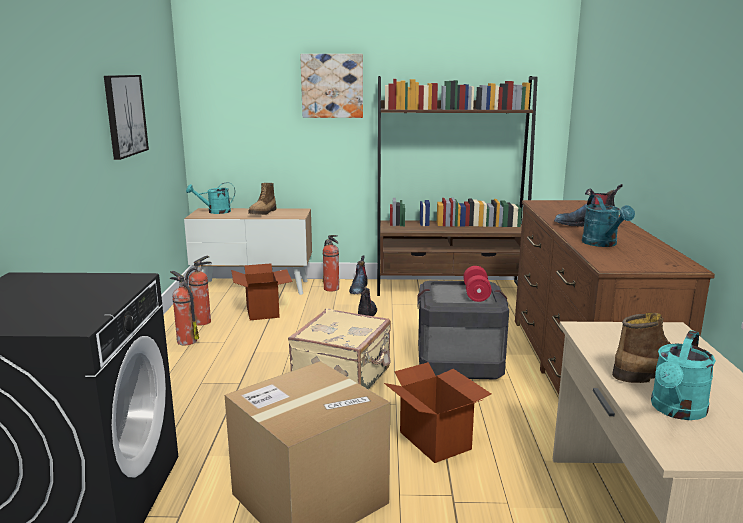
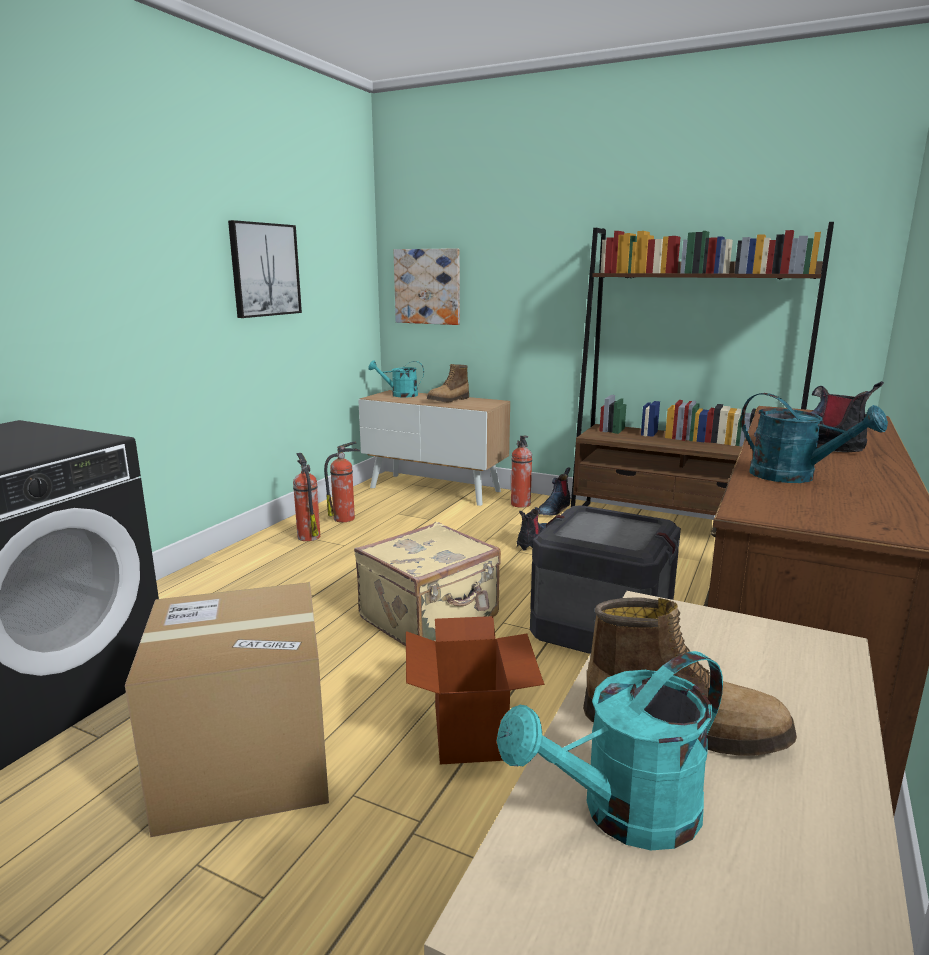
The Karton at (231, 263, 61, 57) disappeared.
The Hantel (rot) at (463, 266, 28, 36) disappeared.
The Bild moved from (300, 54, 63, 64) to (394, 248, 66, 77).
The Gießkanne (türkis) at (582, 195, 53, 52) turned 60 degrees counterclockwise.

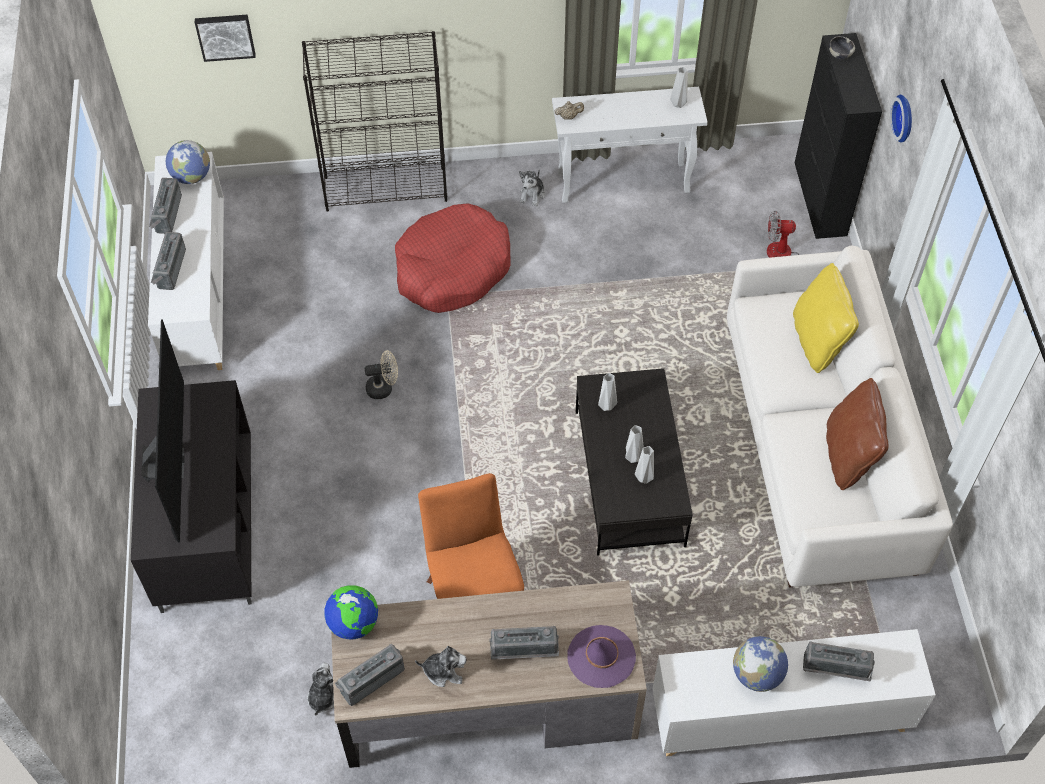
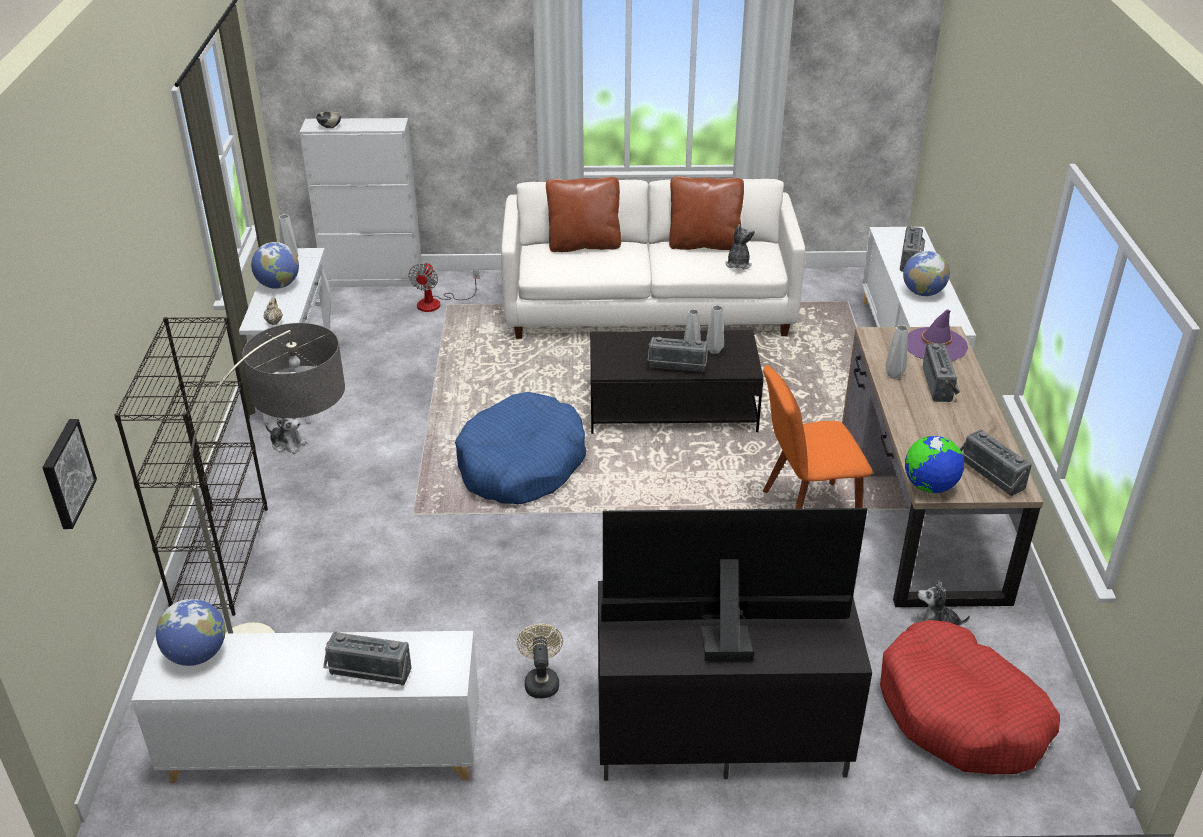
The Wanduhr at (890, 95, 22, 48) disappeared.
The Stehlampe at (190, 323, 155, 311) appeared.
The Globus at (251, 242, 48, 47) appeared.
The Hundebett (blau) at (455, 392, 131, 112) appeared.
The Radio moved from (149, 178, 33, 56) to (648, 337, 60, 35).
The Ventilator (beige) moved from (364, 350, 34, 49) to (517, 624, 46, 74).
The Hundebett (rot) moved from (395, 203, 115, 110) to (880, 620, 180, 154).
The Plüschtier moved from (415, 646, 51, 41) to (725, 224, 30, 46).
The Vase (grau) moved from (598, 373, 19, 38) to (885, 325, 23, 54).
The Kissen (gelb) at (793, 263, 66, 110) became the Kissen (braun) at (546, 177, 75, 75).
The Schrank (schwarz) at (795, 33, 87, 206) became the Schrank (weiß) at (300, 118, 122, 169).

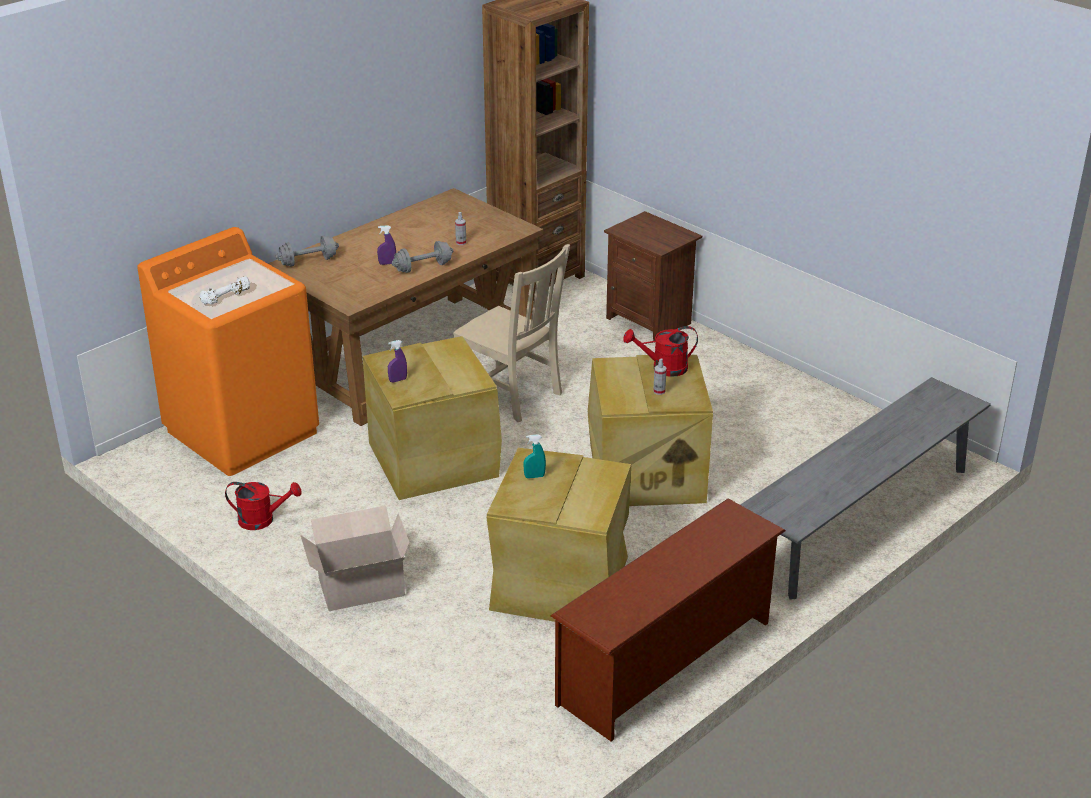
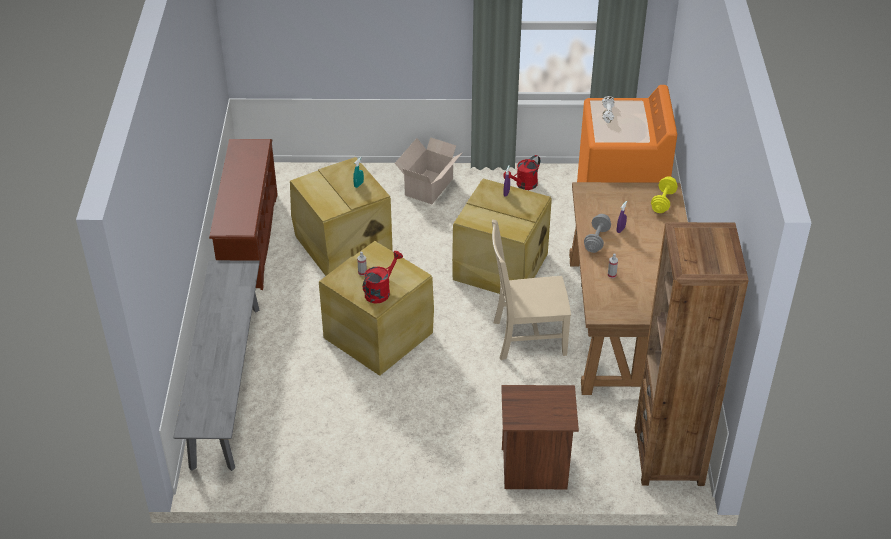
The Hantel (grau) at (275, 235, 64, 32) became the Hantel (gelb) at (651, 176, 27, 37).

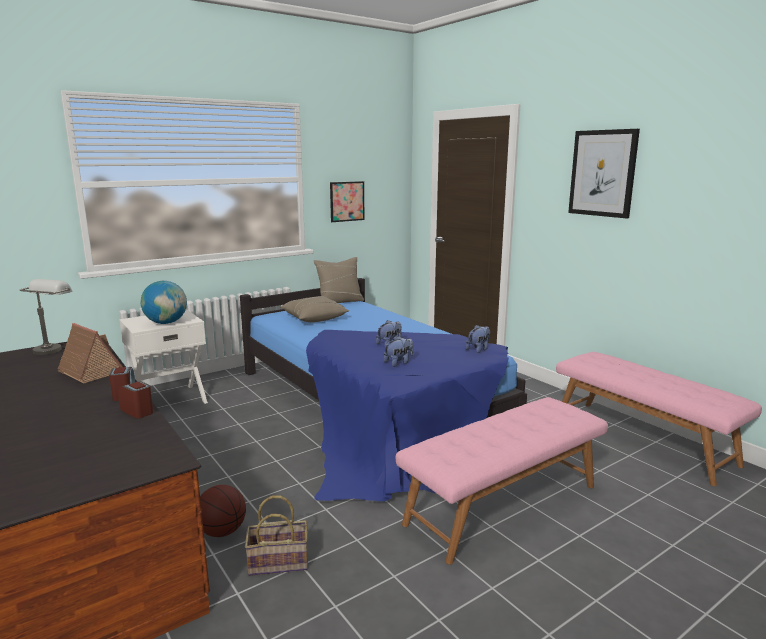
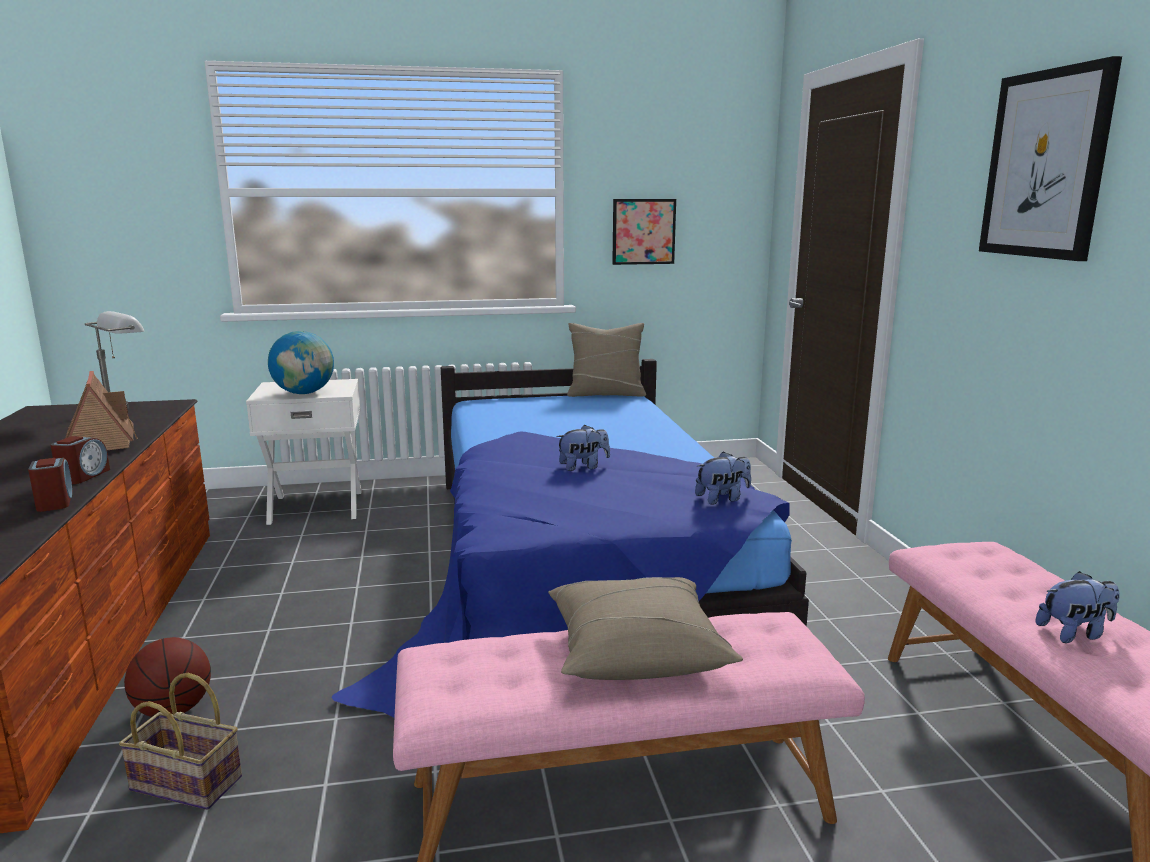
The Kissen (beige) moved from (281, 296, 69, 26) to (548, 577, 195, 103).
The Plüschtier moved from (383, 336, 31, 31) to (1036, 571, 84, 72).

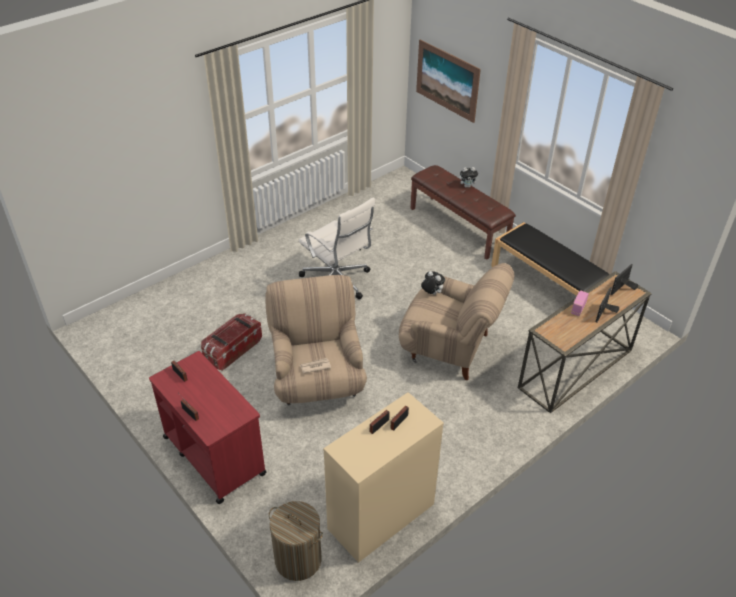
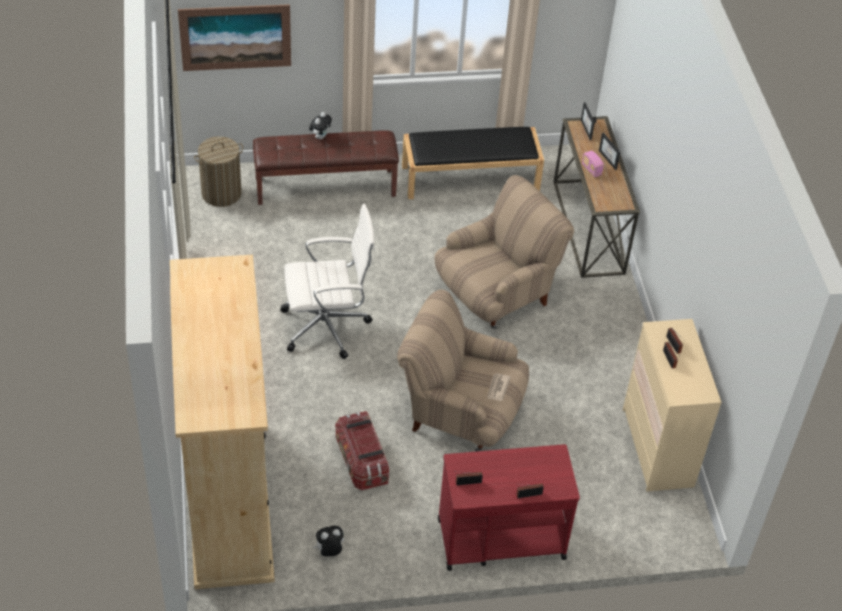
The Kleiderschrank (beige) at (170, 255, 105, 335) appeared.
The Wäschekorb moved from (269, 501, 54, 80) to (194, 136, 49, 71).
The Plüschtier moved from (421, 271, 24, 24) to (313, 526, 31, 31).

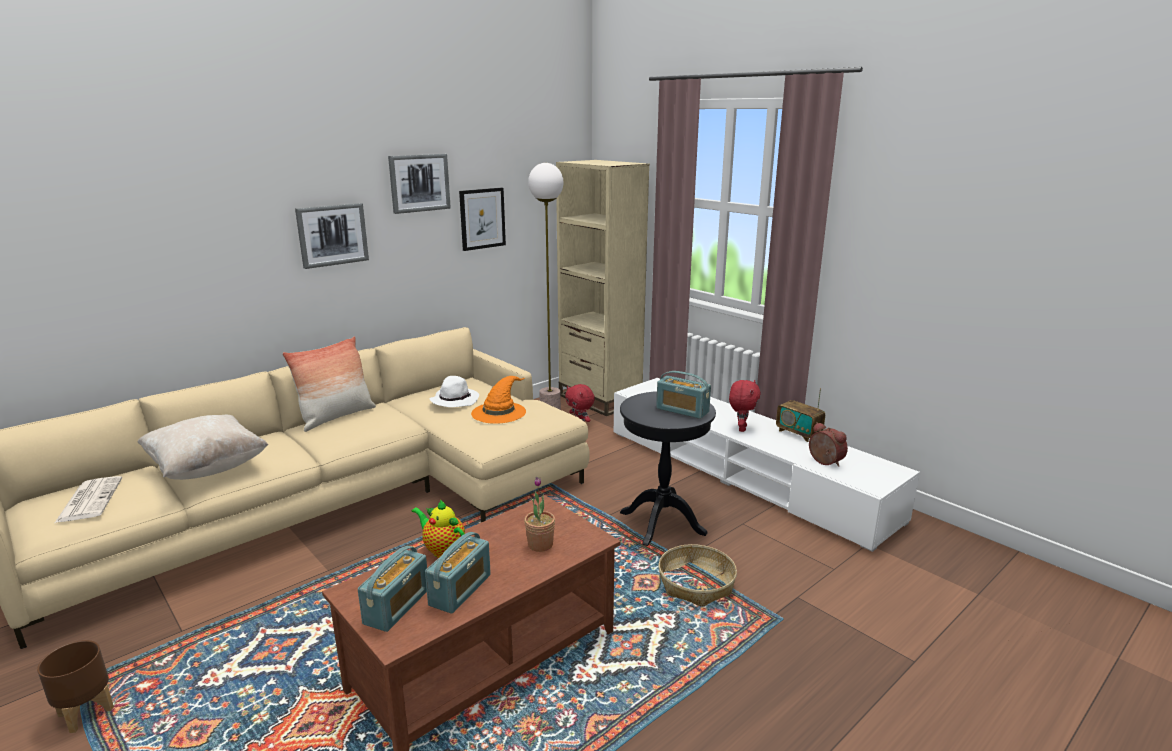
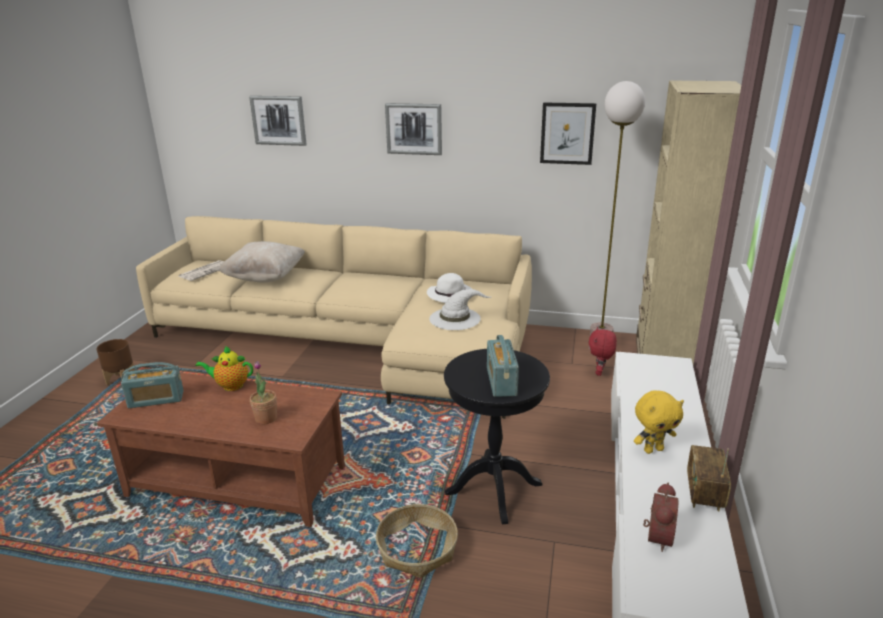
The Kissen at (282, 336, 94, 96) disappeared.
The Radio at (425, 532, 66, 82) disappeared.
The Bild moved from (388, 154, 63, 60) to (249, 96, 58, 50).
The Hut (orange) at (471, 376, 55, 48) became the Hut (weiß) at (429, 289, 62, 41).
The Plüschtier (rot) at (729, 380, 32, 52) became the Plüschtier (gelb) at (634, 391, 50, 63).
The Teekanne at (411, 499, 54, 59) turned 90 degrees counterclockwise.

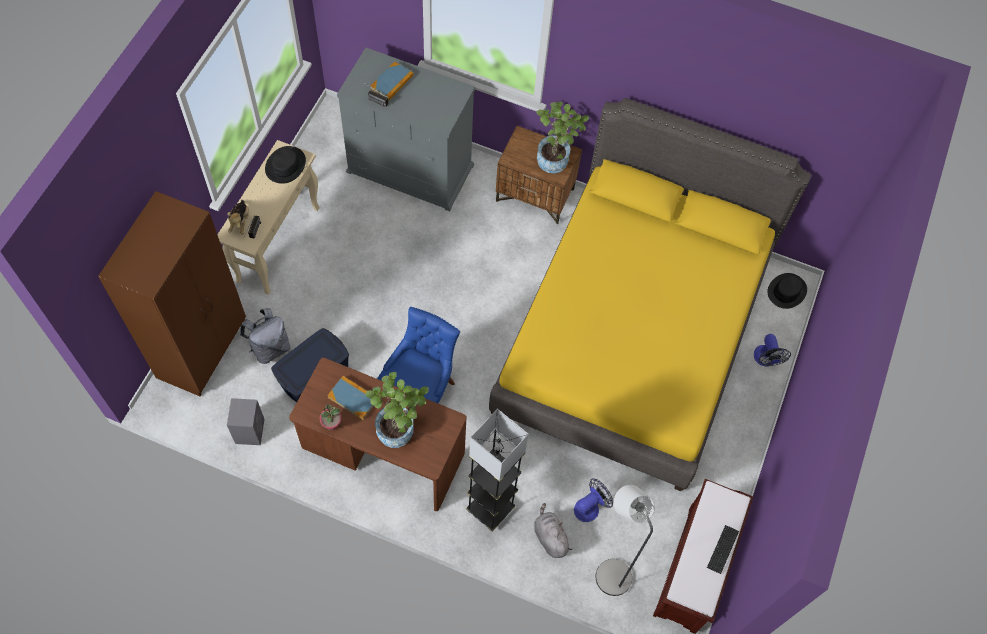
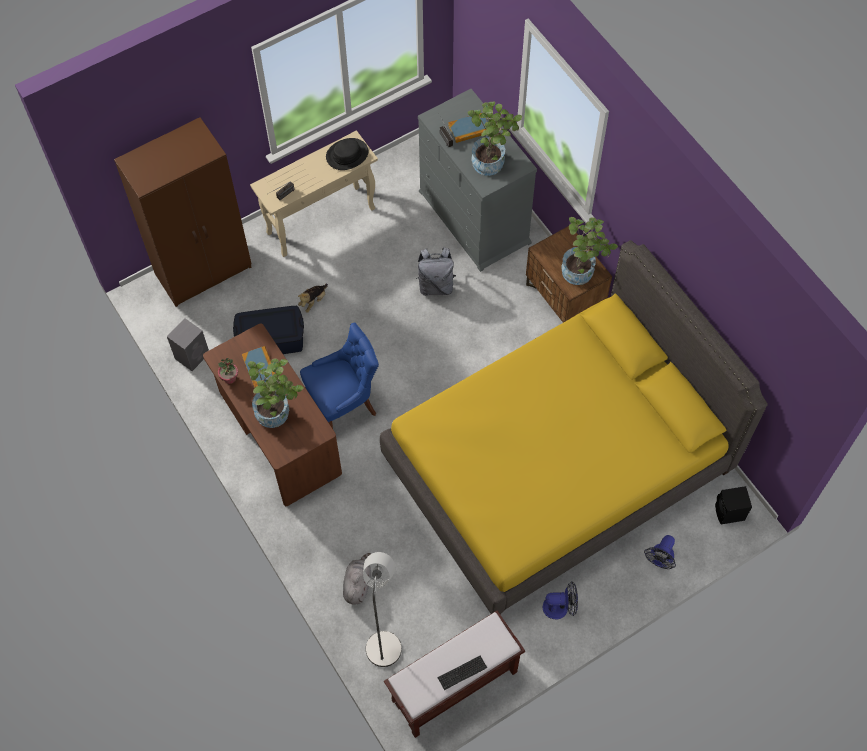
The Stehlampe (grau) at (466, 409, 63, 123) disappeared.
The Topfpflanze at (467, 102, 55, 74) appeared.
The Plüschtier moved from (227, 200, 22, 35) to (298, 284, 30, 29).
The Rucksack (grau) moved from (240, 308, 50, 56) to (416, 247, 40, 49).
The Ventilator moved from (574, 478, 39, 44) to (543, 581, 35, 39).
The Hut (schwarz) at (767, 273, 40, 36) was replaced by the Lautsprecher (schwarz) at (715, 486, 37, 38).

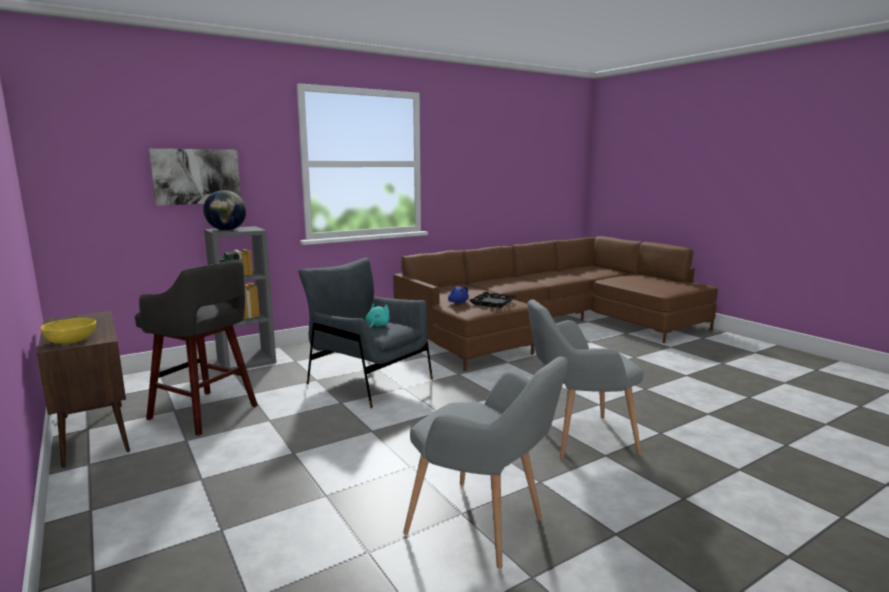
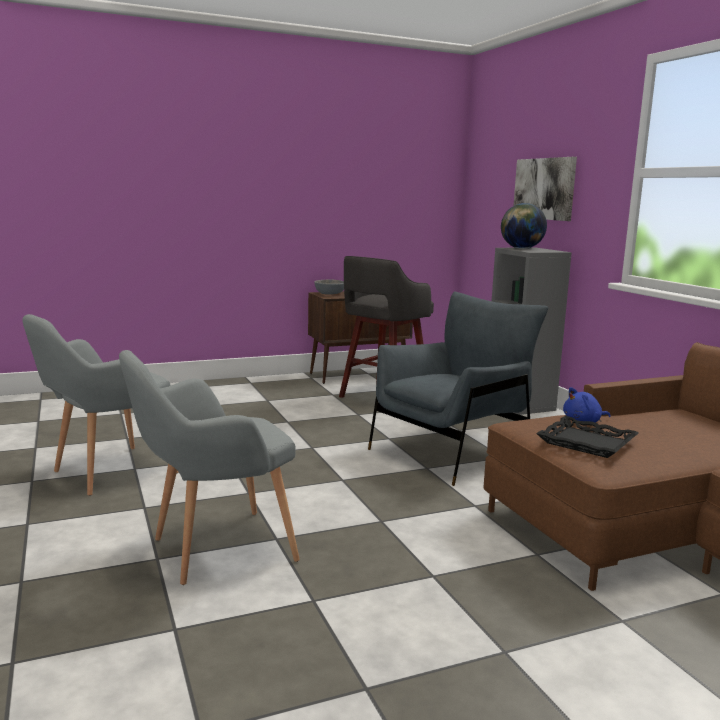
The Plüschtier (türkis) at (365, 304, 25, 25) disappeared.
The Schüssel (gelb) at (40, 318, 56, 26) became the Schüssel (grau) at (314, 279, 30, 16).
The Sessel (grau) at (527, 300, 116, 159) turned 120 degrees counterclockwise.

